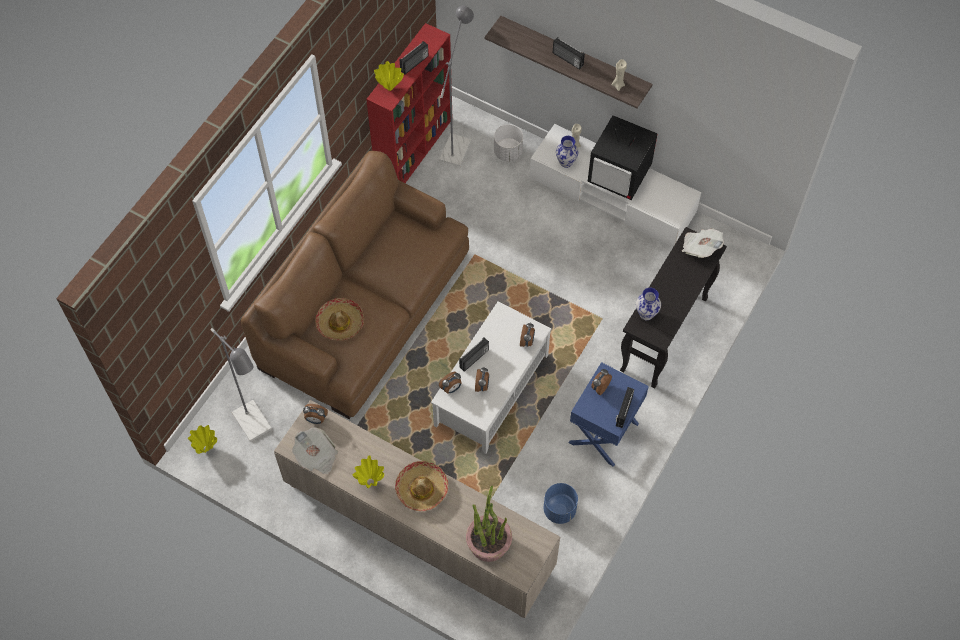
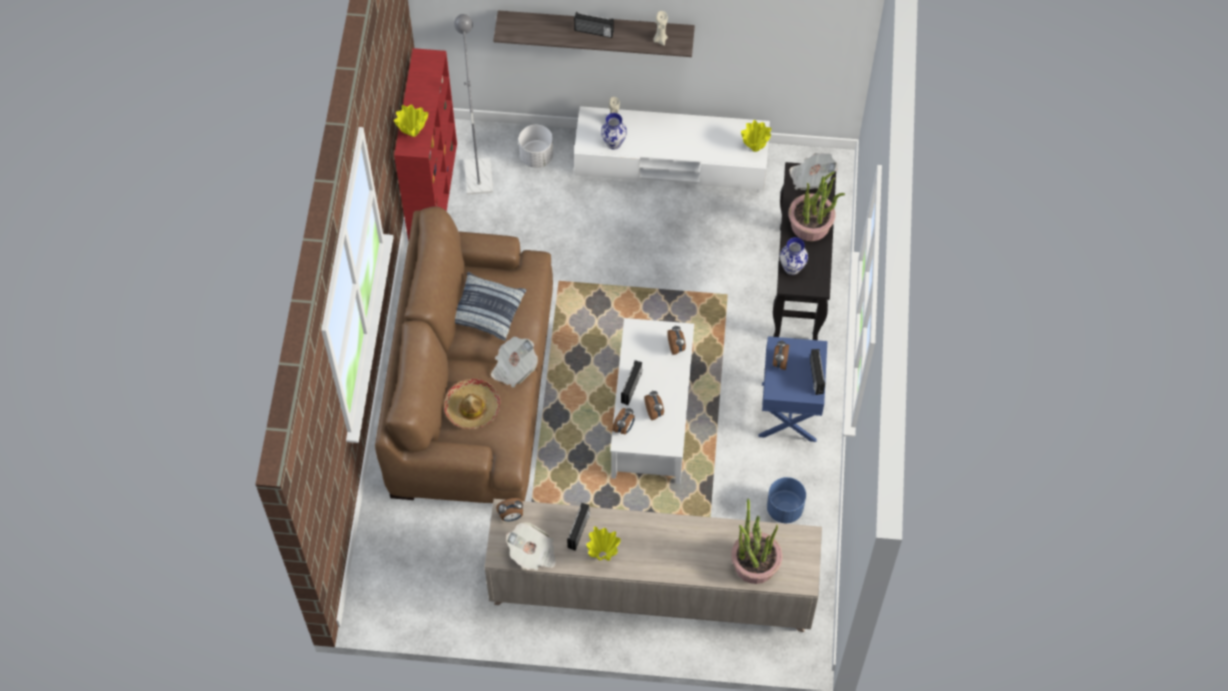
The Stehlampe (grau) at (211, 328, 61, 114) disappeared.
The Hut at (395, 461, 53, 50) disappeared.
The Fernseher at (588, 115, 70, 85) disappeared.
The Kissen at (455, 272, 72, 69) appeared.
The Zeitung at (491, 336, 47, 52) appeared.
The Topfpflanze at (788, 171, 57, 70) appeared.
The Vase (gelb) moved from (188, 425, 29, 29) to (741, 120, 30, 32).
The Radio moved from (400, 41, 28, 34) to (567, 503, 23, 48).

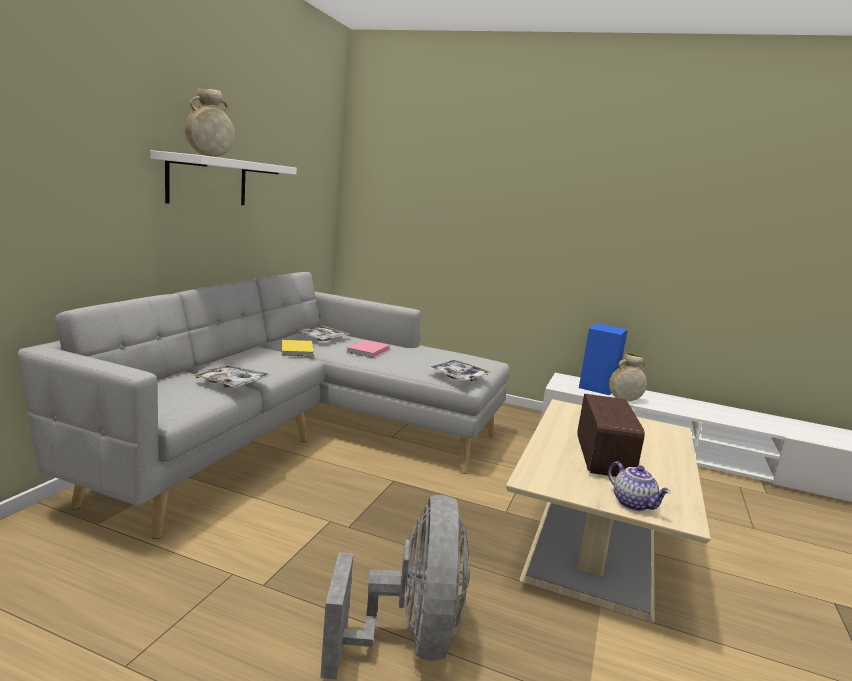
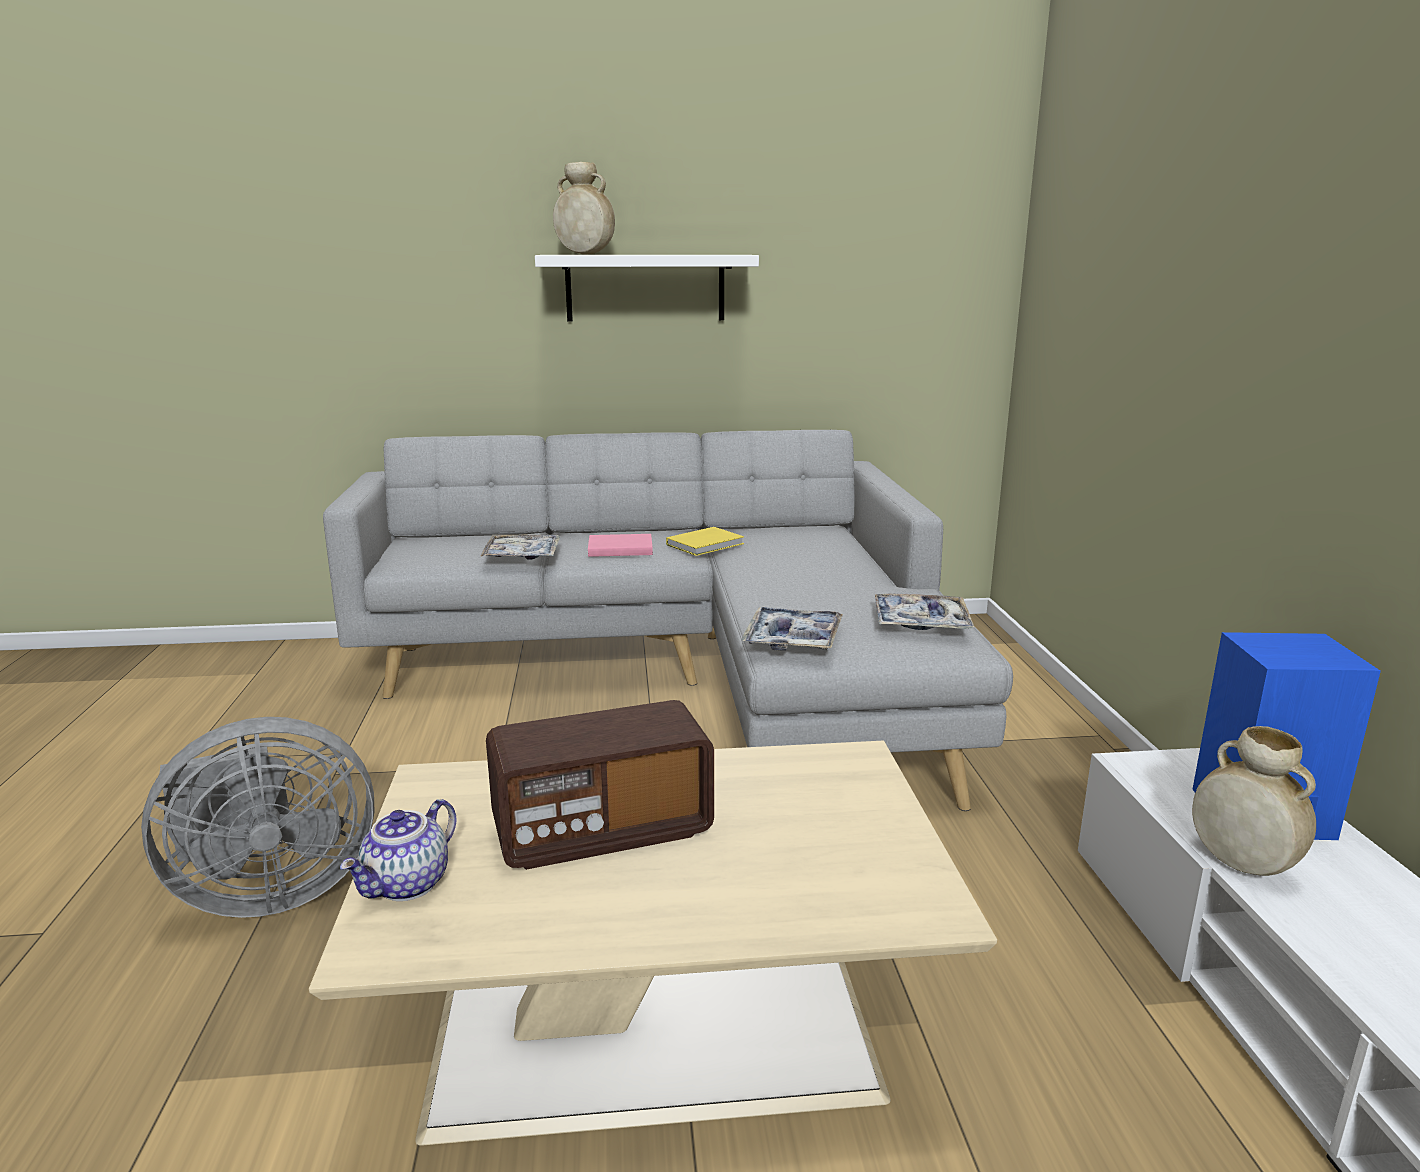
The Tablett moved from (295, 325, 54, 16) to (875, 593, 100, 37).
The Buch (rosa) moved from (346, 340, 44, 18) to (588, 534, 65, 23).

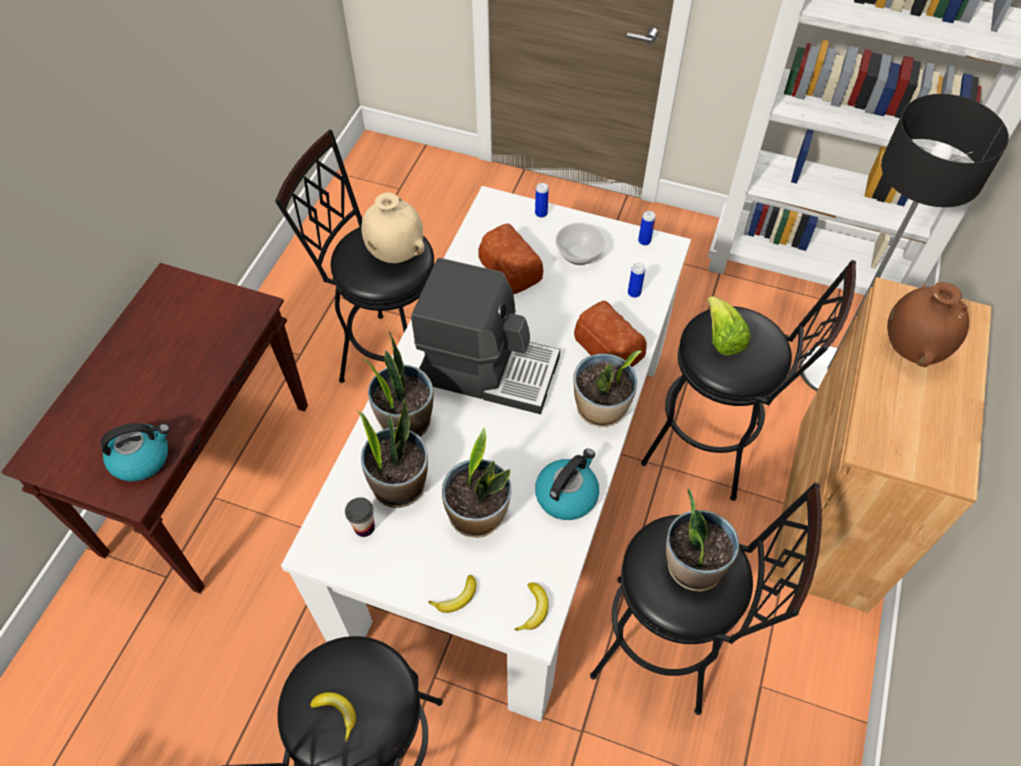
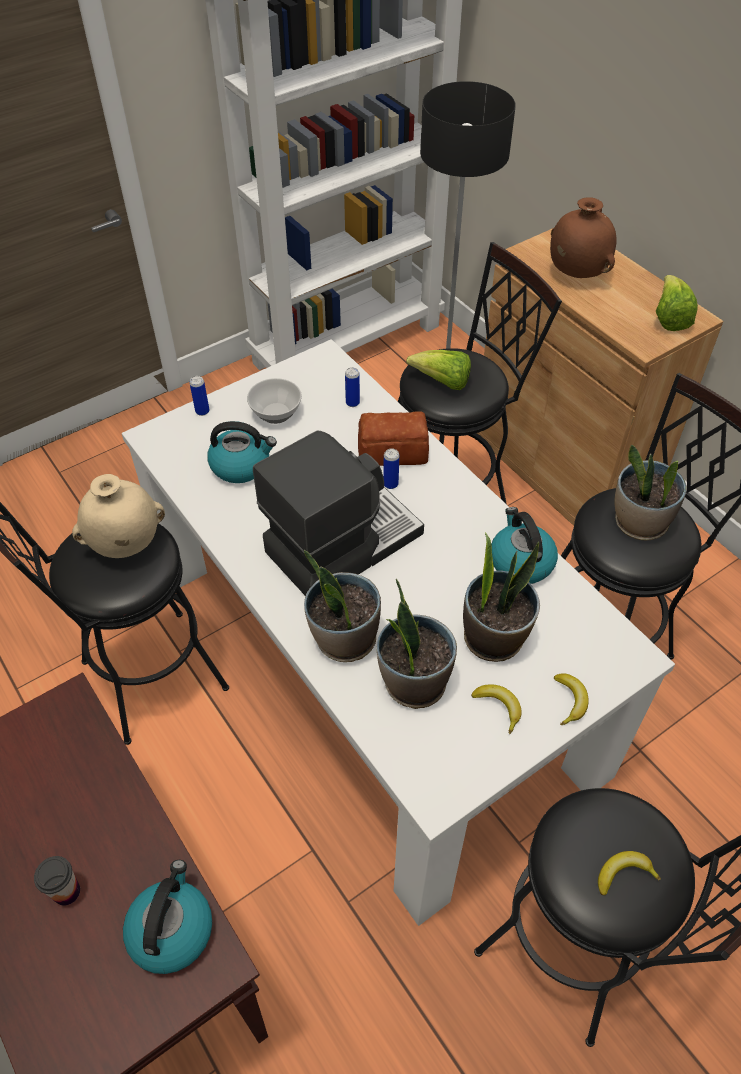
The Topfpflanze at (573, 350, 69, 77) disappeared.
The Salatkopf at (656, 275, 42, 56) appeared.
The Tasse moved from (345, 497, 30, 40) to (34, 856, 46, 50).
The Banane moved from (515, 583, 34, 48) to (471, 684, 51, 50).
The Dose moved from (638, 211, 18, 35) to (383, 448, 16, 41).
The Brot at (478, 223, 65, 71) was replaced by the Wasserkessel at (207, 421, 70, 62).

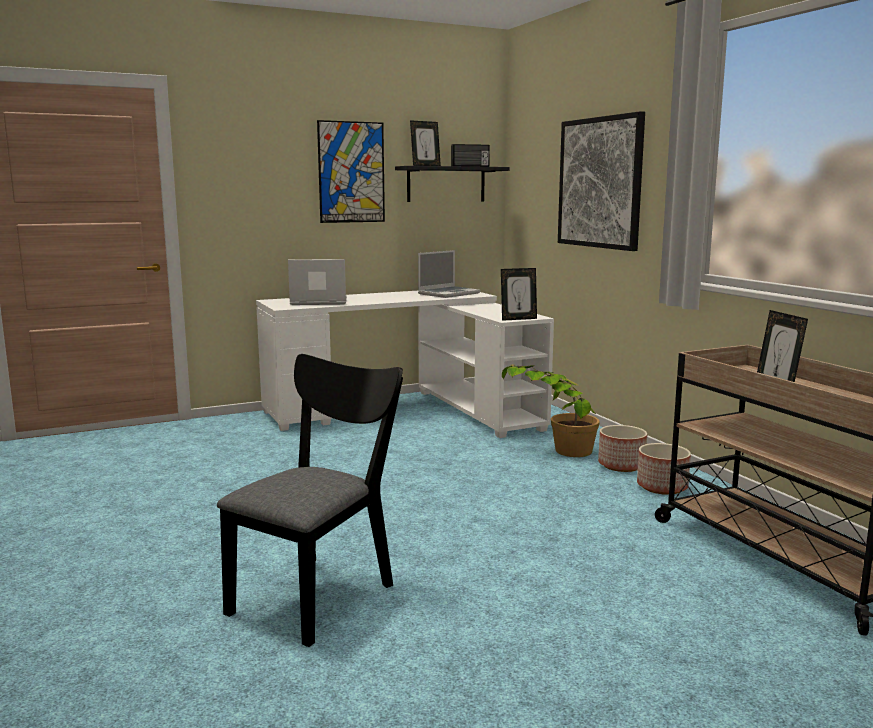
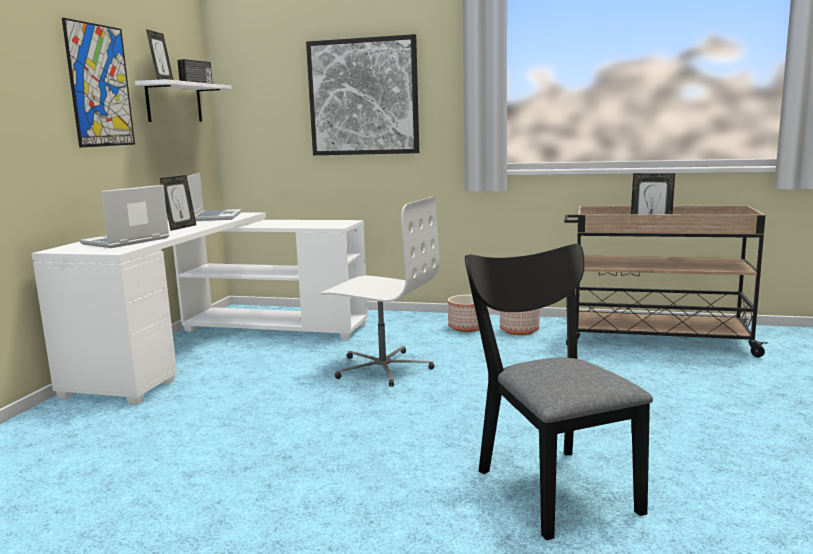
The Topfpflanze at (502, 364, 98, 93) disappeared.
The Bürostuhl (weiß) at (320, 196, 120, 191) appeared.
The Bilderrahmen moved from (501, 268, 36, 53) to (160, 175, 36, 56).
The Wandregal (schwarz) at (395, 166, 115, 36) became the Wandregal (weiß) at (135, 79, 97, 43).

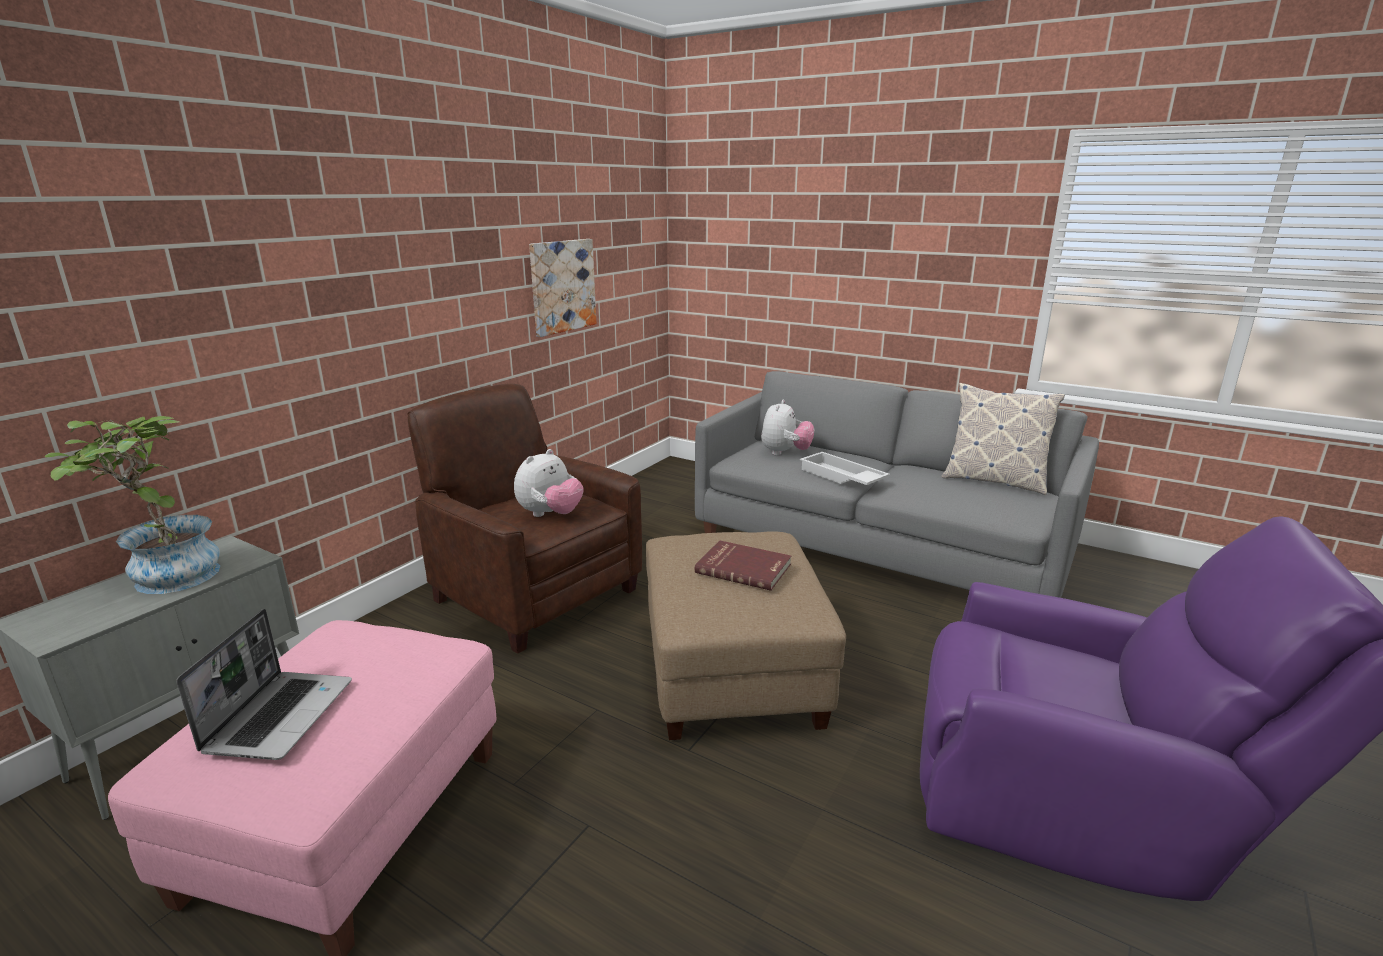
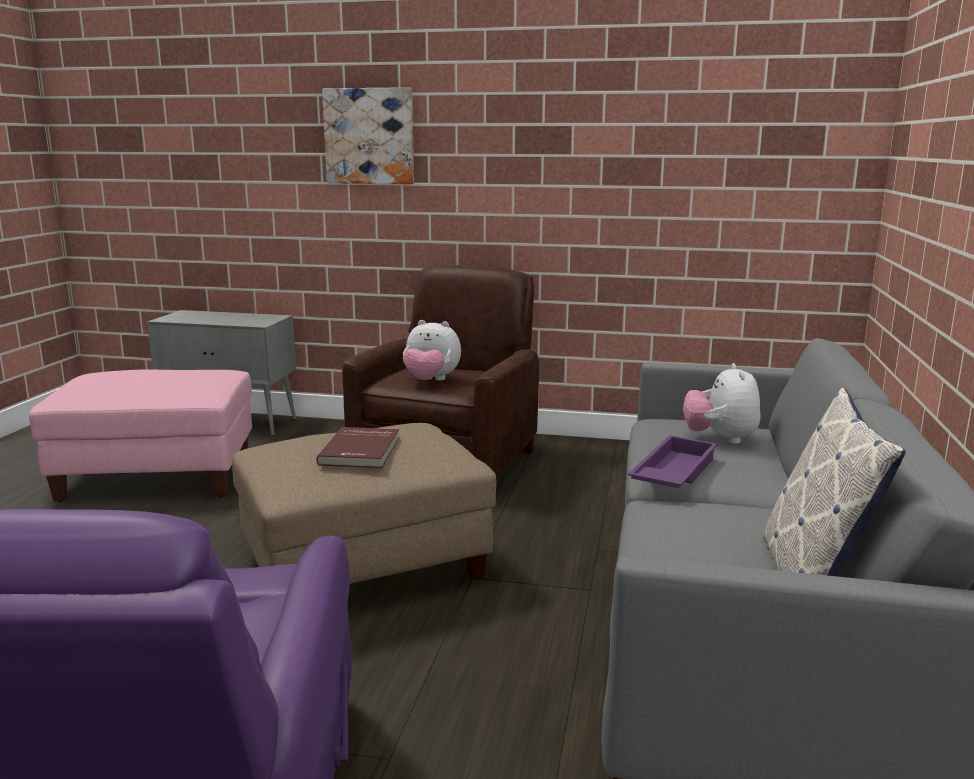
The Topfpflanze at (45, 416, 175, 178) disappeared.
The Laptop at (176, 609, 176, 151) disappeared.
The Bild moved from (529, 239, 67, 98) to (322, 87, 92, 97).
The Tablett (weiß) at (800, 452, 90, 33) became the Tablett (lila) at (628, 435, 90, 53).
The Plüschtier at (761, 400, 54, 55) turned 90 degrees clockwise.

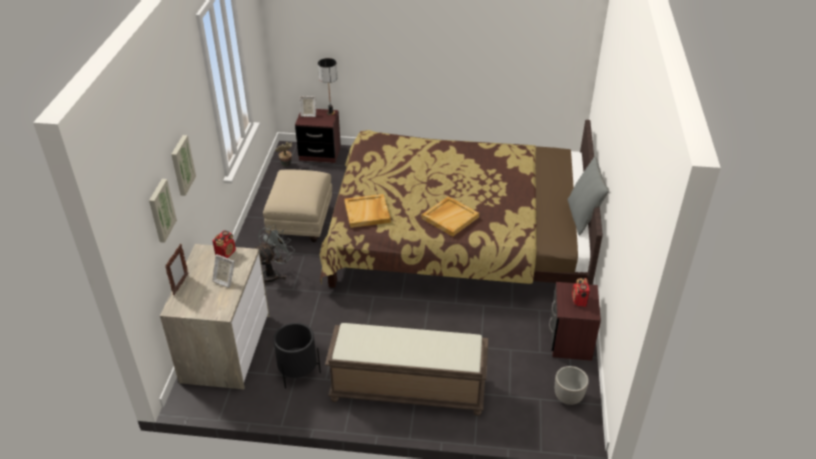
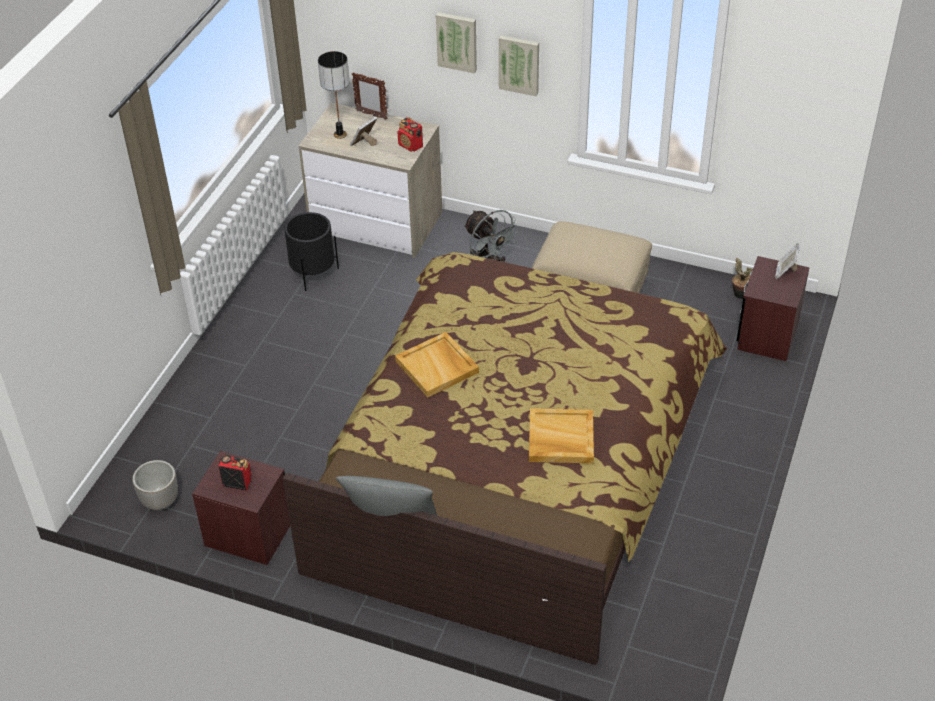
The Bank (braun) at (325, 323, 163, 93) disappeared.
The Bild moved from (149, 179, 28, 64) to (499, 35, 40, 61).
The Tischlampe moved from (318, 58, 20, 57) to (318, 51, 31, 88).
The Tablett (beige) moved from (344, 194, 47, 34) to (529, 408, 65, 55).

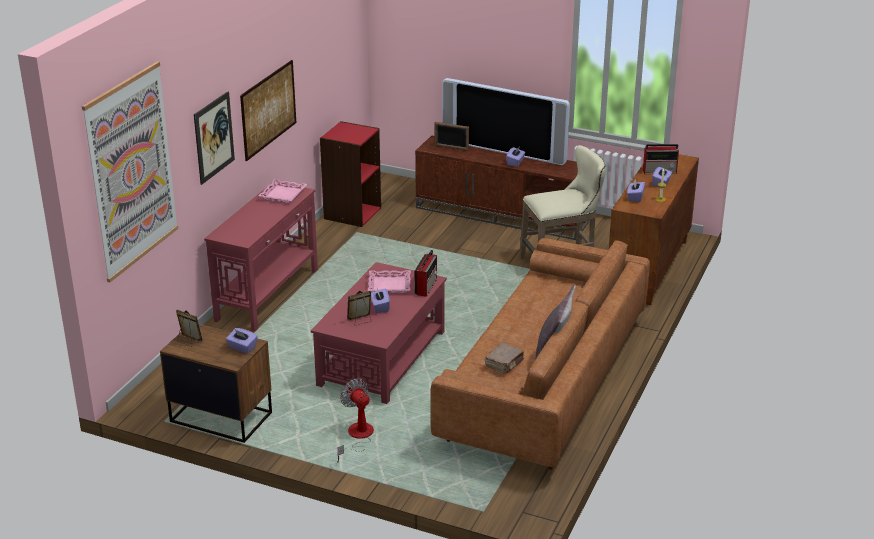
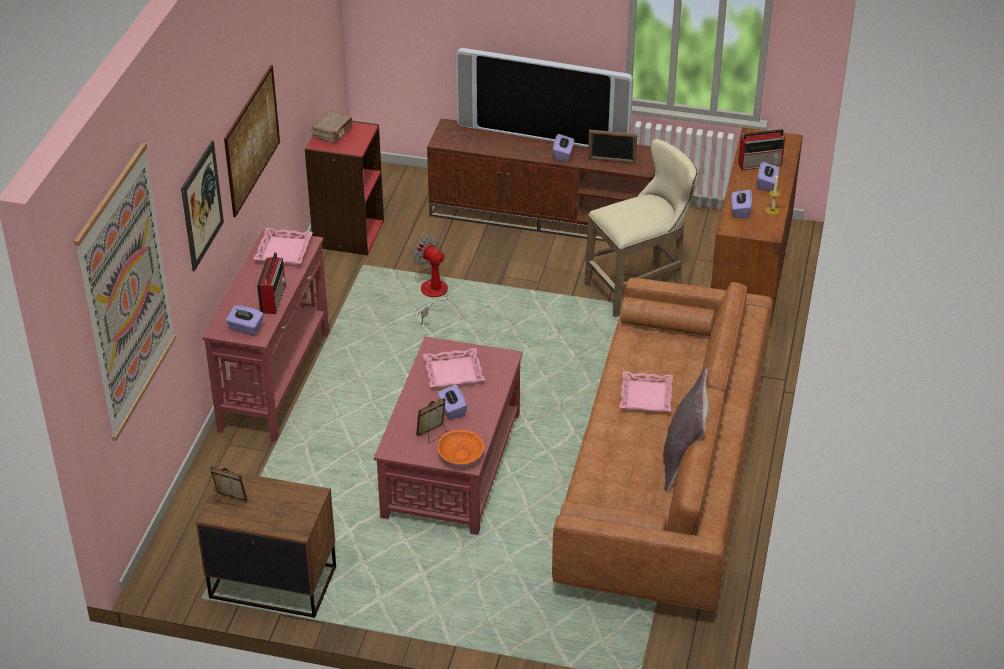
The Schüssel (orange) at (437, 430, 47, 34) appeared.
The Tablett (rosa) at (620, 371, 53, 41) appeared.
The Taschentuchbox (lila) moved from (226, 328, 32, 26) to (226, 305, 38, 30).
The Ventilator moved from (337, 378, 37, 84) to (412, 235, 36, 90).
The Radio moved from (415, 250, 22, 47) to (257, 252, 29, 62).
The Bilderrahmen moved from (435, 122, 34, 29) to (588, 130, 50, 34).
The Buch (braun) moved from (485, 343, 39, 31) to (312, 110, 41, 33).

